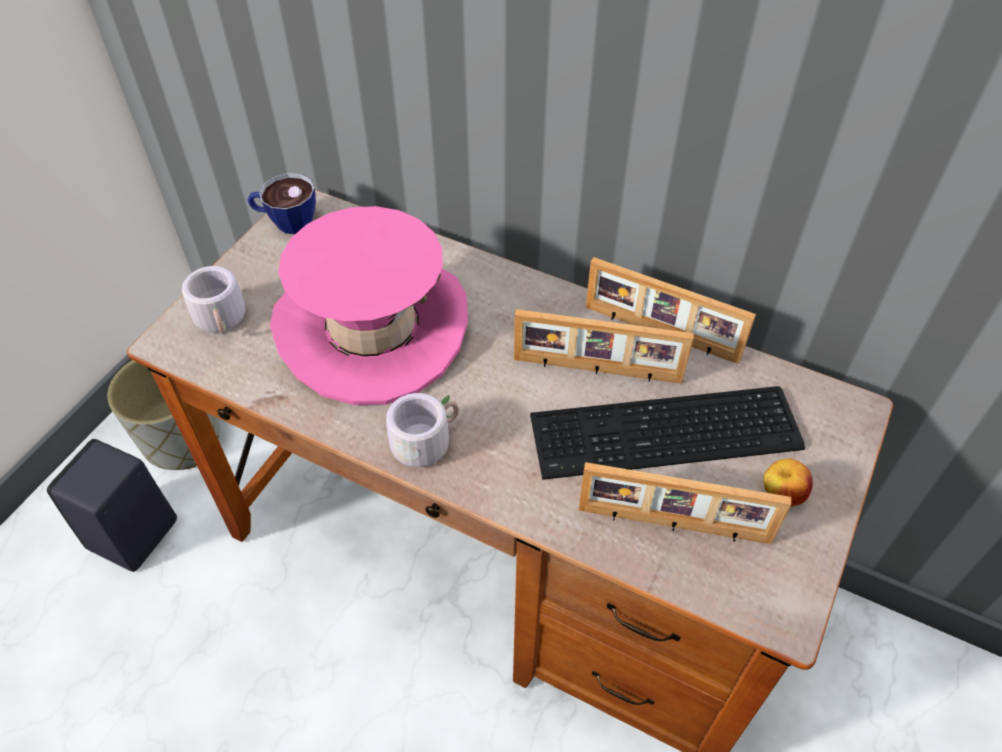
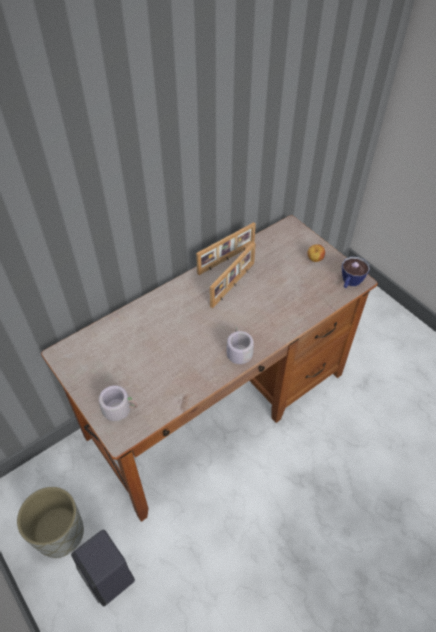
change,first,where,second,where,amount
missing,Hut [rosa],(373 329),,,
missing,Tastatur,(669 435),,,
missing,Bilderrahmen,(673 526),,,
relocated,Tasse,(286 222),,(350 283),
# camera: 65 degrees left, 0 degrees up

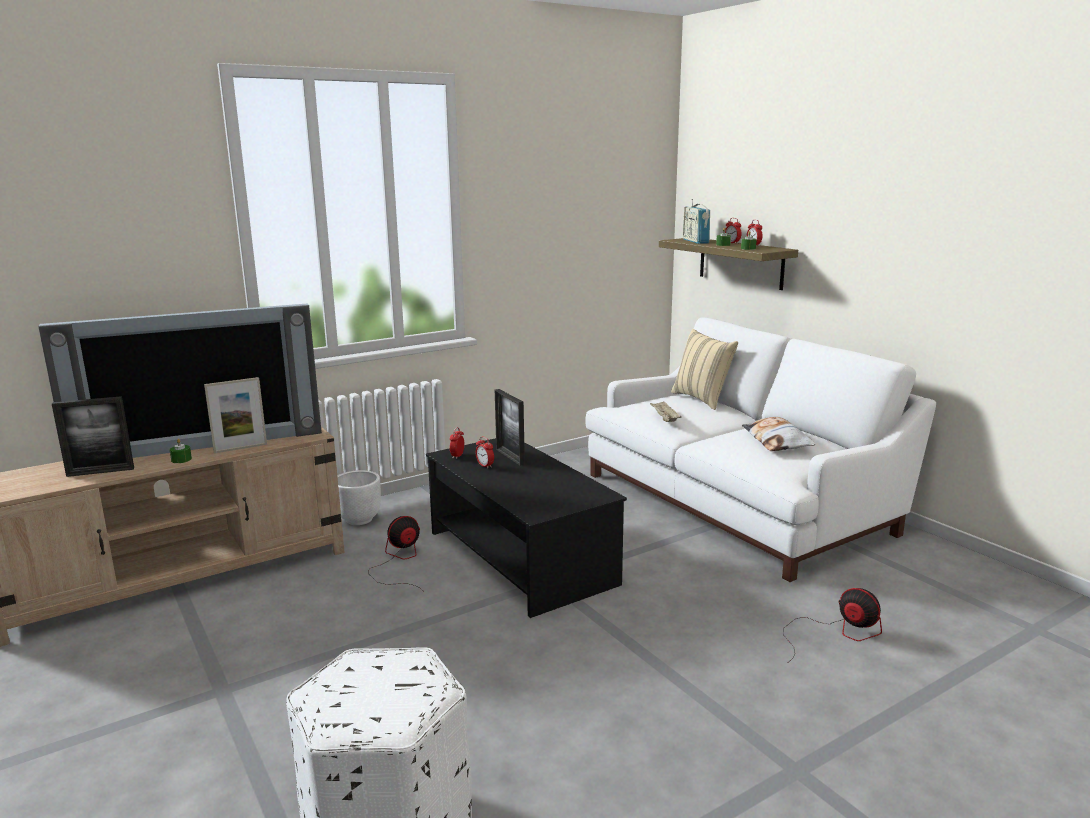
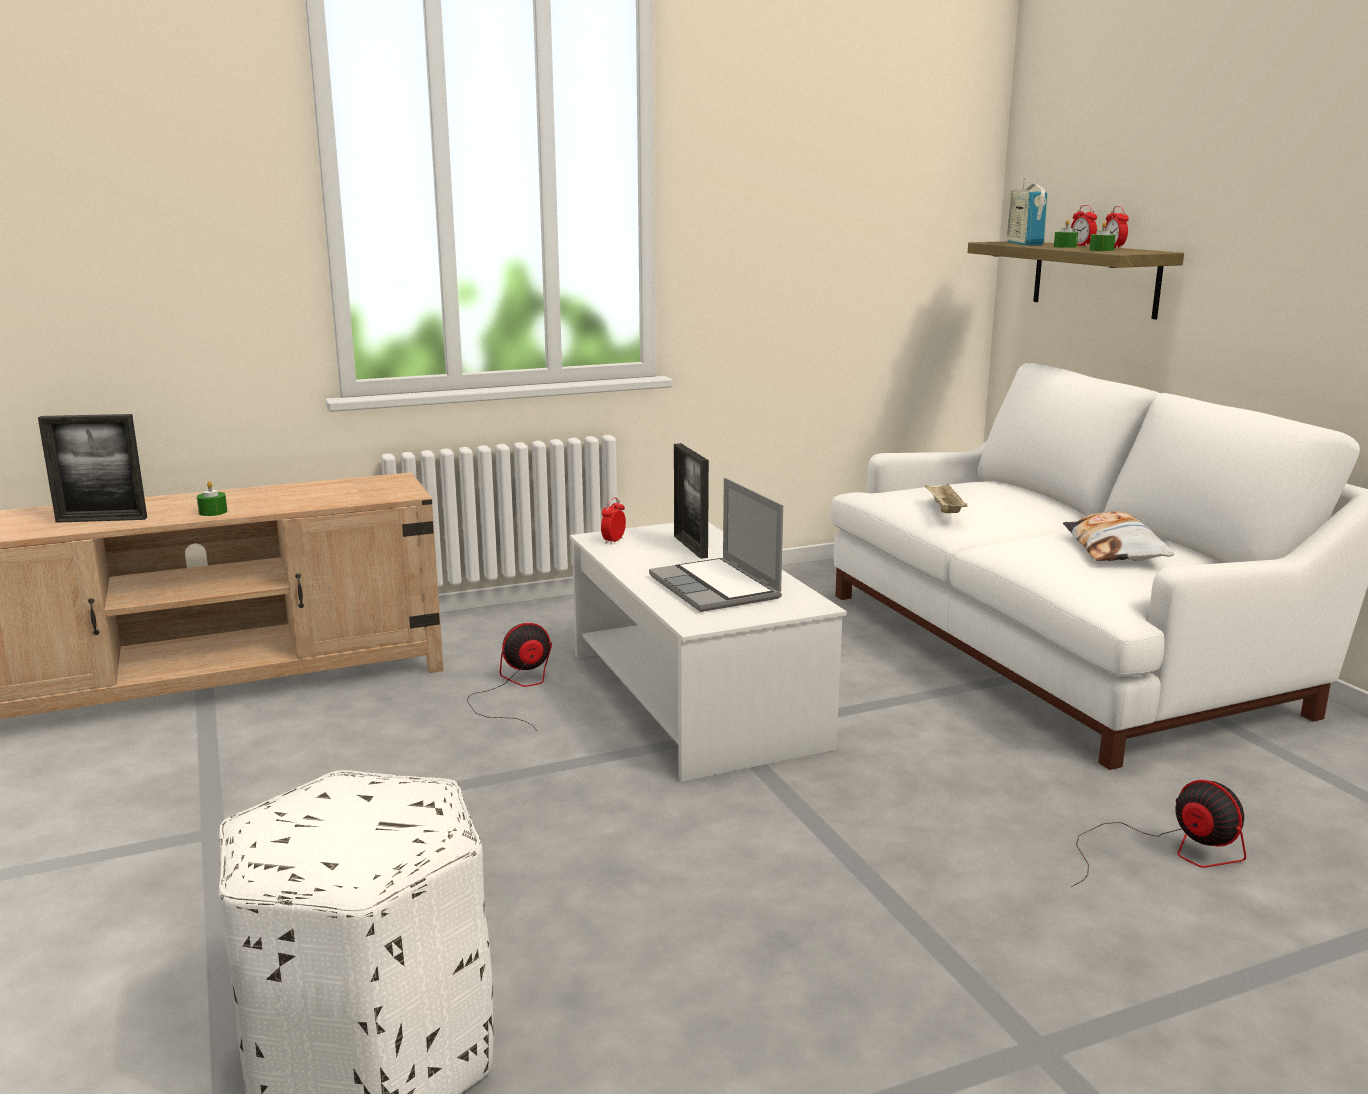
change,first,where,second,where,amount
missing,Fernseher,(200 444),,,
missing,Bilderrahmen,(240 448),,,
missing,Pflanzkübel [weiß],(359 520),,,
missing,Wecker,(485 466),,,
missing,Kissen [beige],(702 399),,,
appeared,,,Laptop,(716 588),
colour,Couchtisch [schwarz],(521 558),Couchtisch [weiß],(695 699),
# camera: 10 degrees right, 0 degrees up

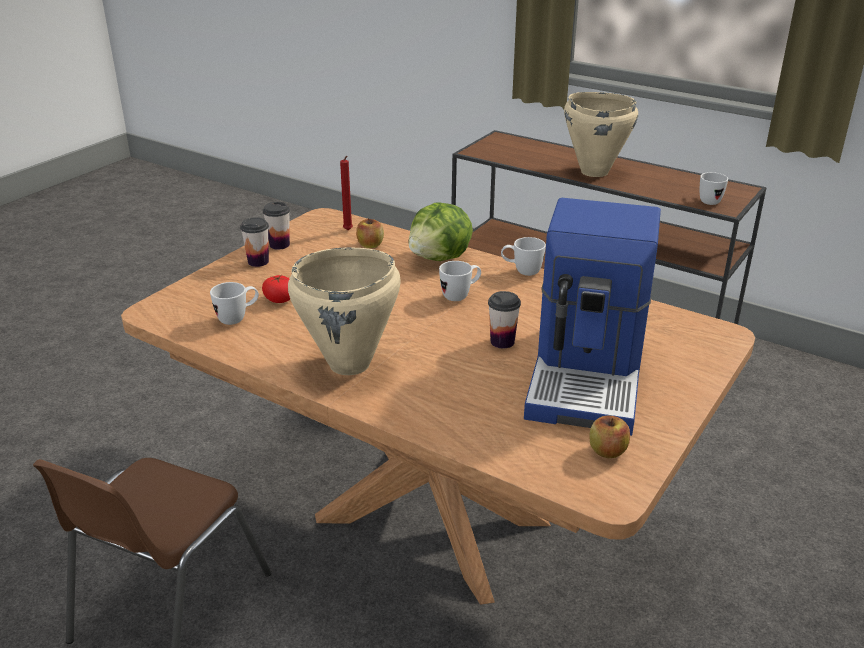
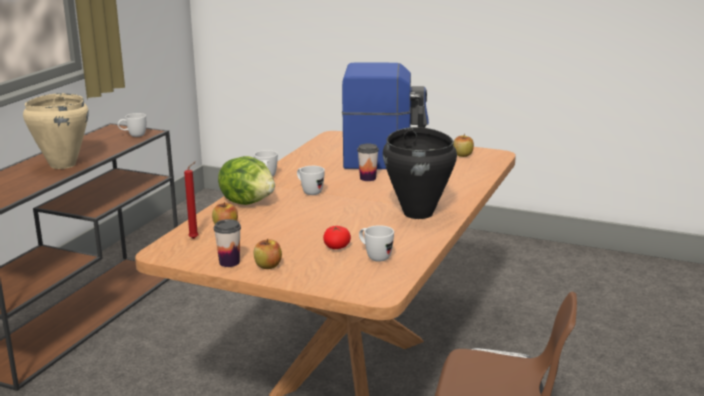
change,first,where,second,where,amount
exchanged,Tasse,(258 262),Apfel,(268 266),
colour,Kochtopf [beige],(350 364),Kochtopf [schwarz],(418 213),
# camera: 100 degrees left, 10 degrees down

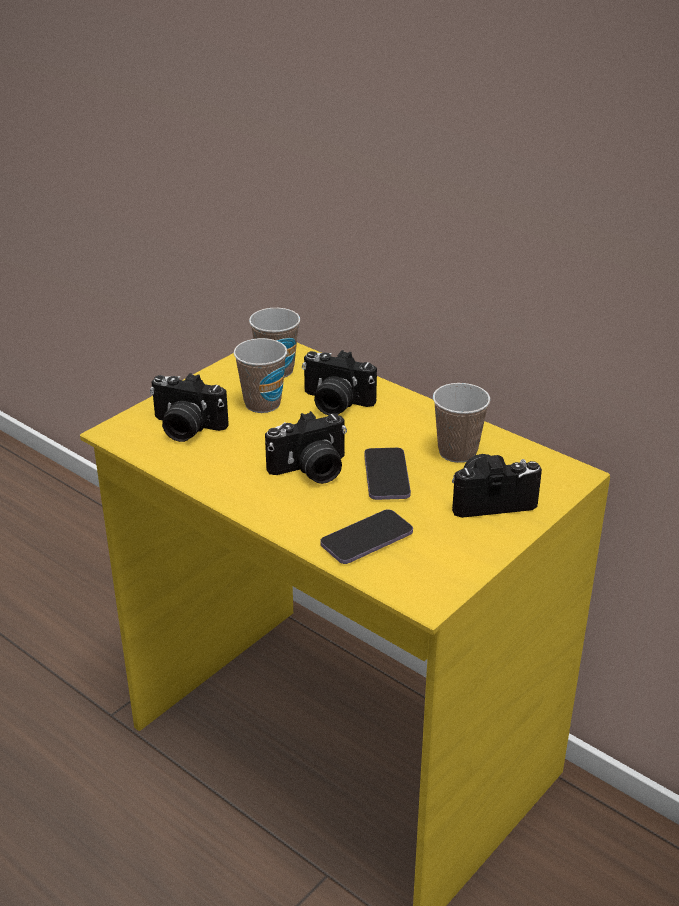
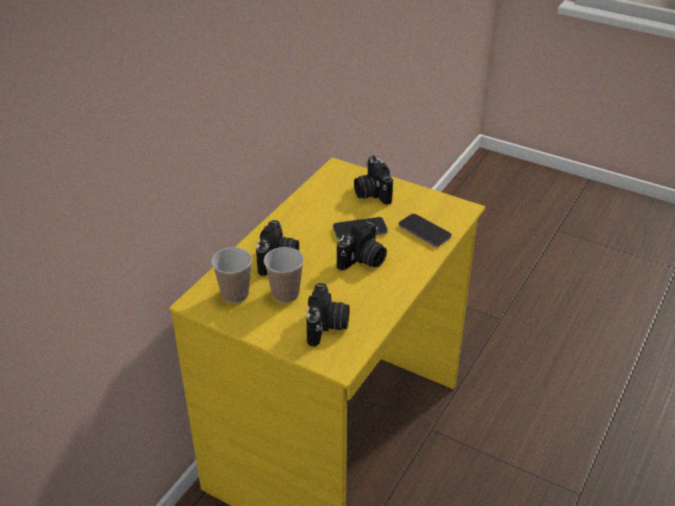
change,first,where,second,where,amount
missing,Tasse,(457 452),,,
spun,Kamera,(311 470),,(363 260),75 degrees clockwise
# camera: 100 degrees left, 5 degrees up

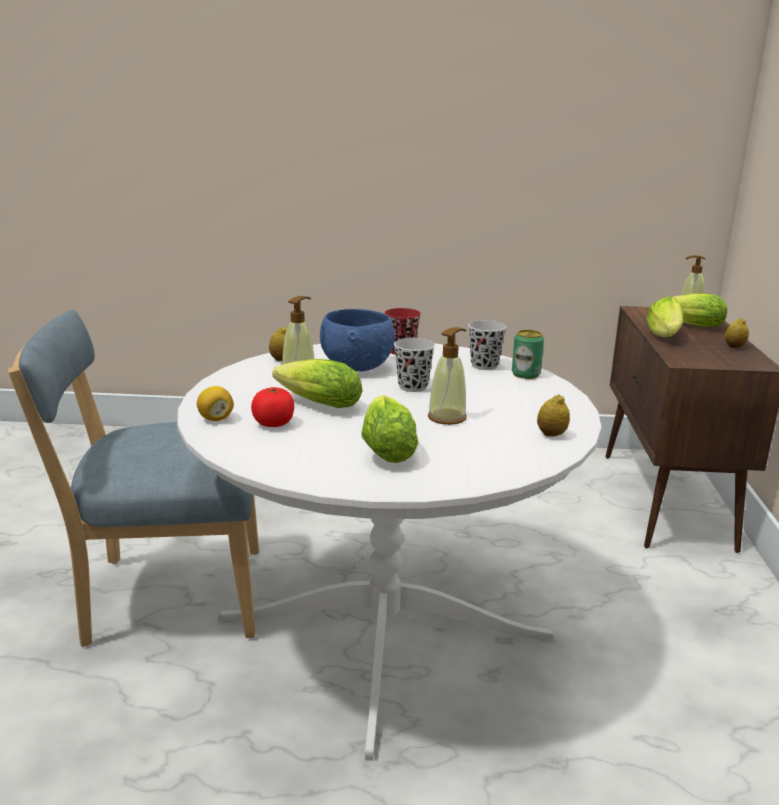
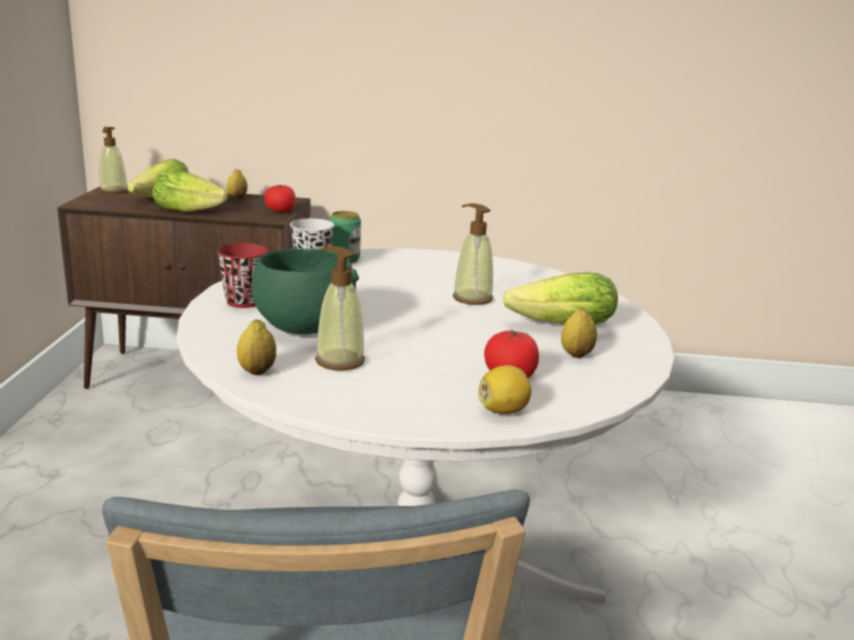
change,first,where,second,where,amount
missing,Salatkopf,(315 403),,,
missing,Tasse [schwarz],(413 387),,,
appeared,,,Tomate,(280 211),
relocated,Zitrone,(551 434),,(576 354),
colour,Schüssel [blau],(357 366),Schüssel [grün],(302 327),
# camera: 90 degrees left, 0 degrees up

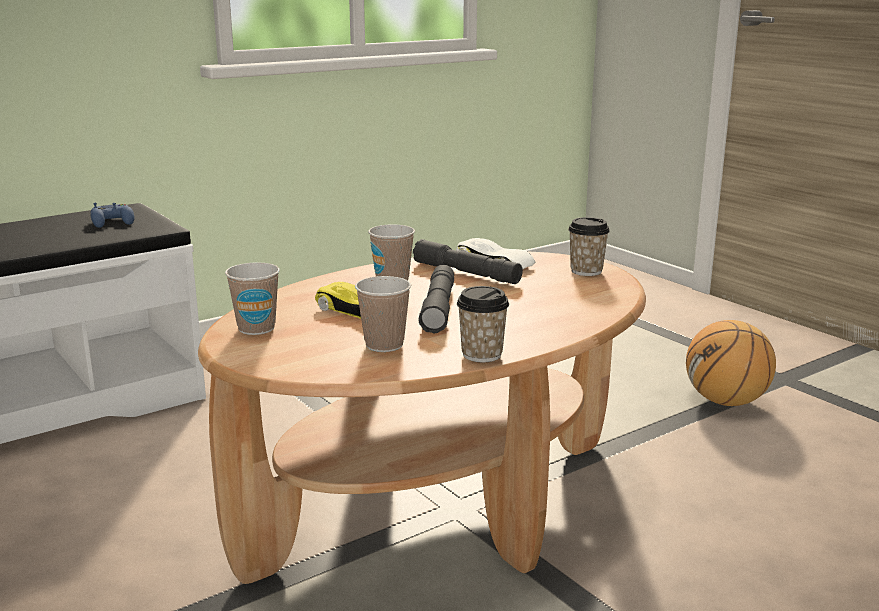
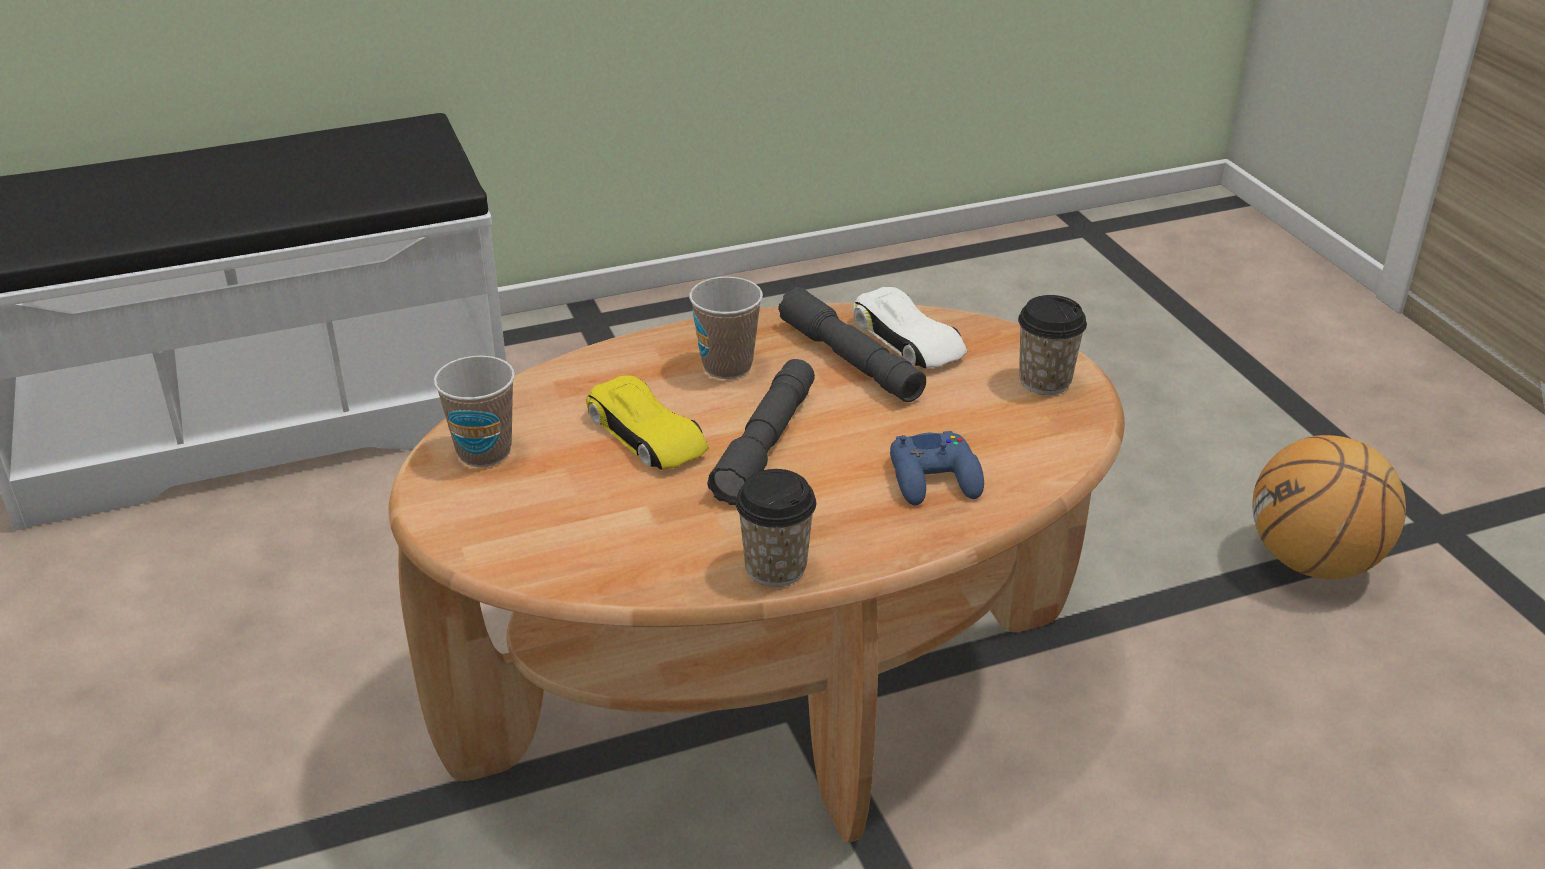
change,first,where,second,where,amount
missing,Tasse,(384 345),,,
relocated,Gamepad [blau],(113 222),,(935 478),
# camera: 15 degrees right, 15 degrees up

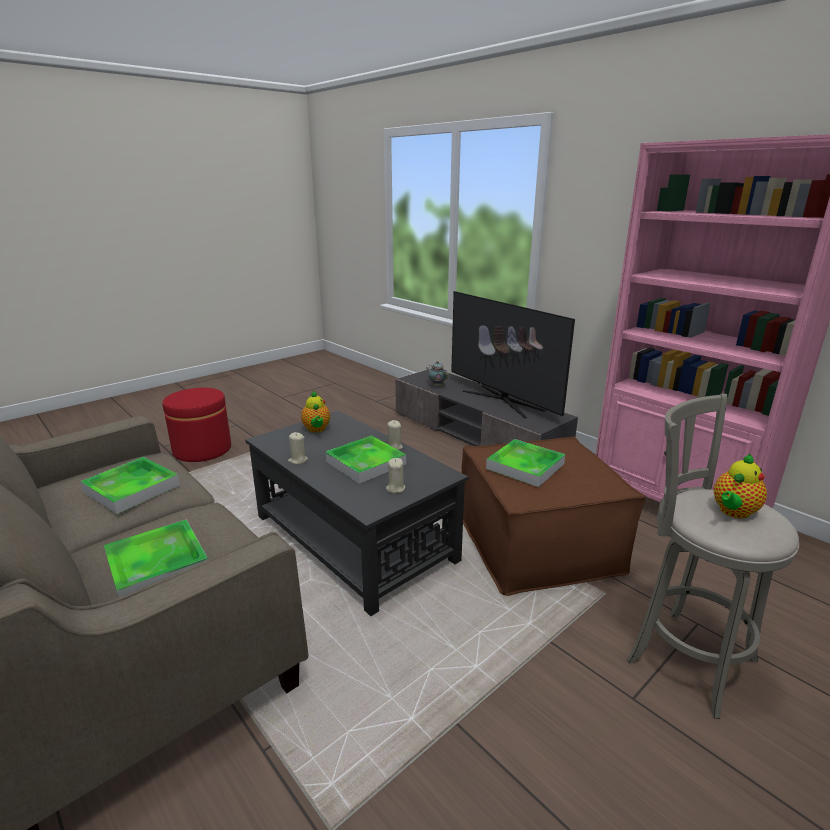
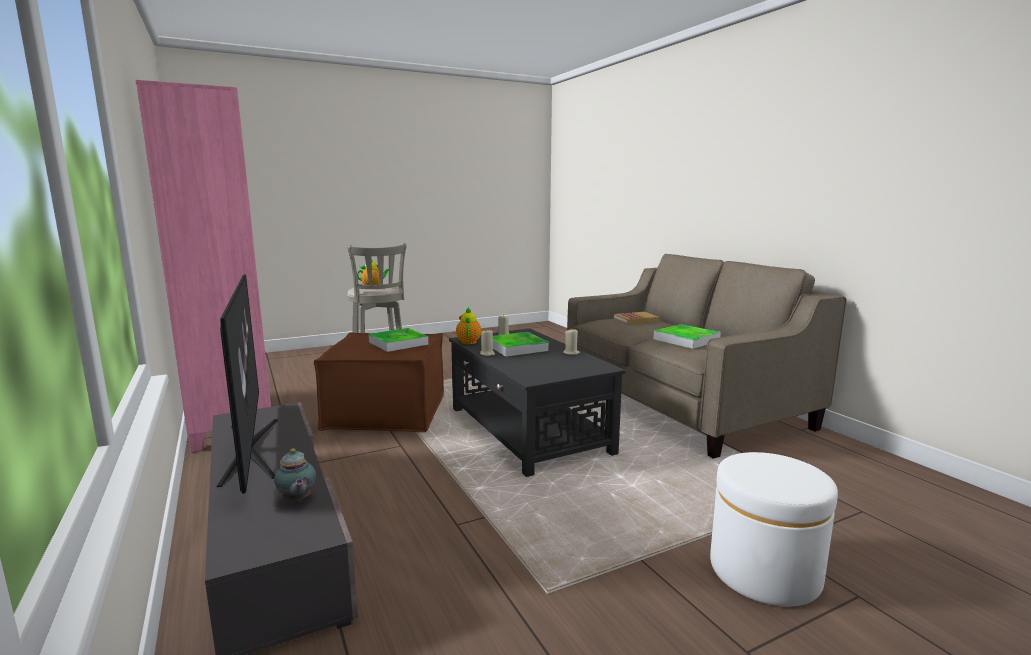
change,first,where,second,where,amount
relocated,Teekanne,(316 429),,(469 342),
exchanged,Tablett,(157 564),Buch,(636 320),
colour,Polsterhocker [rot],(202 449),Polsterhocker [weiß],(764 571),
# camera: 165 degrees left, 10 degrees down

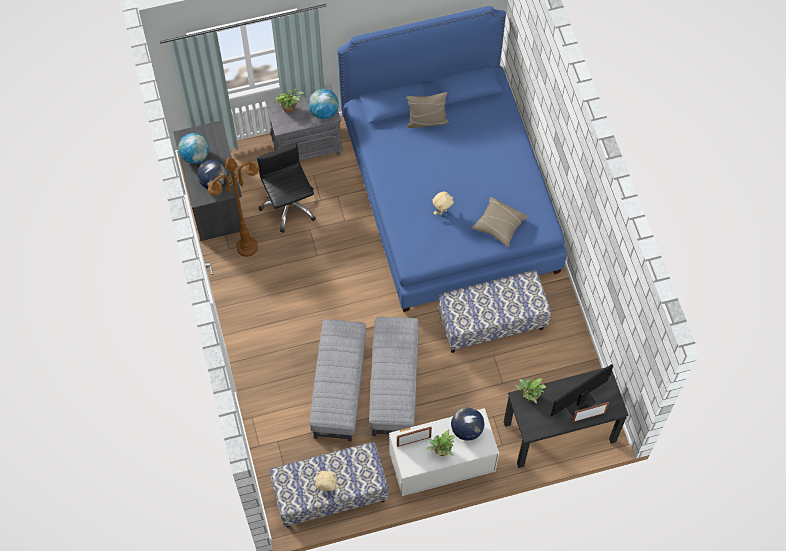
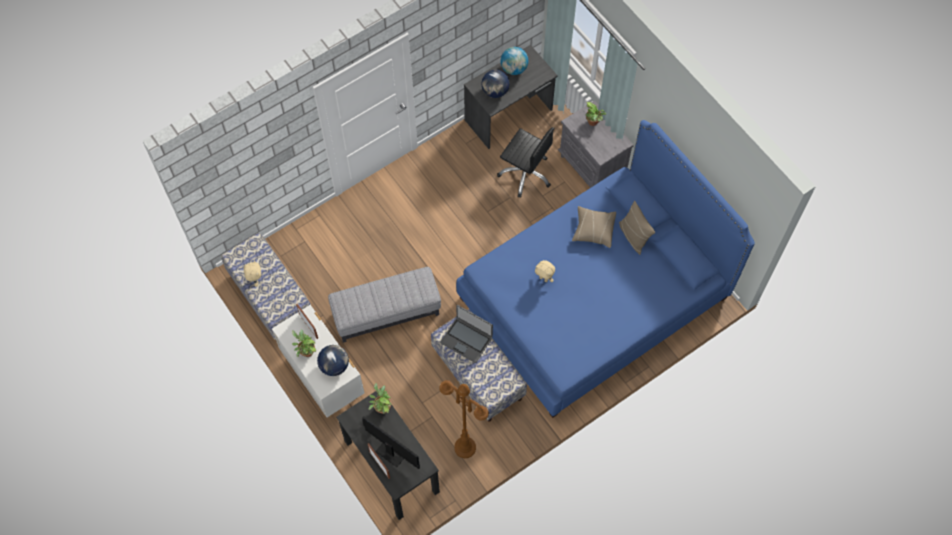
change,first,where,second,where,amount
missing,Globus,(324 111),,,
missing,Polsterhocker [grau],(339 389),,,
appeared,,,Laptop,(466 340),
relocated,Stehlampe [braun],(246 247),,(464 447),
relocated,Kissen [beige],(499 225),,(593 230),
spun,Bürostuhl [schwarz],(289 206),,(525 173),75 degrees clockwise
# camera: 70 degrees right, 0 degrees up

